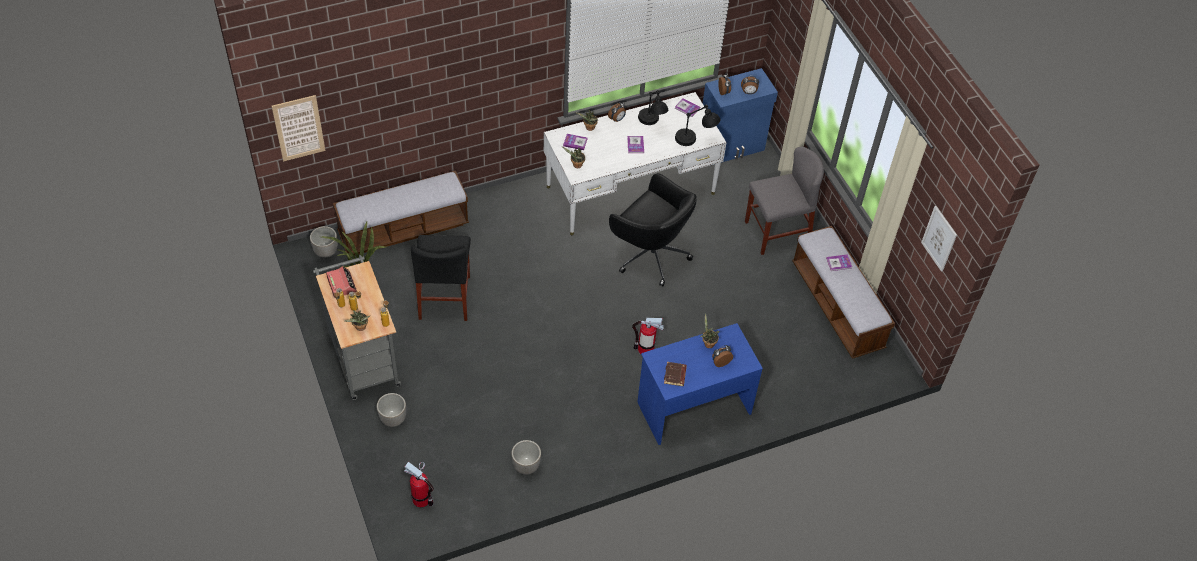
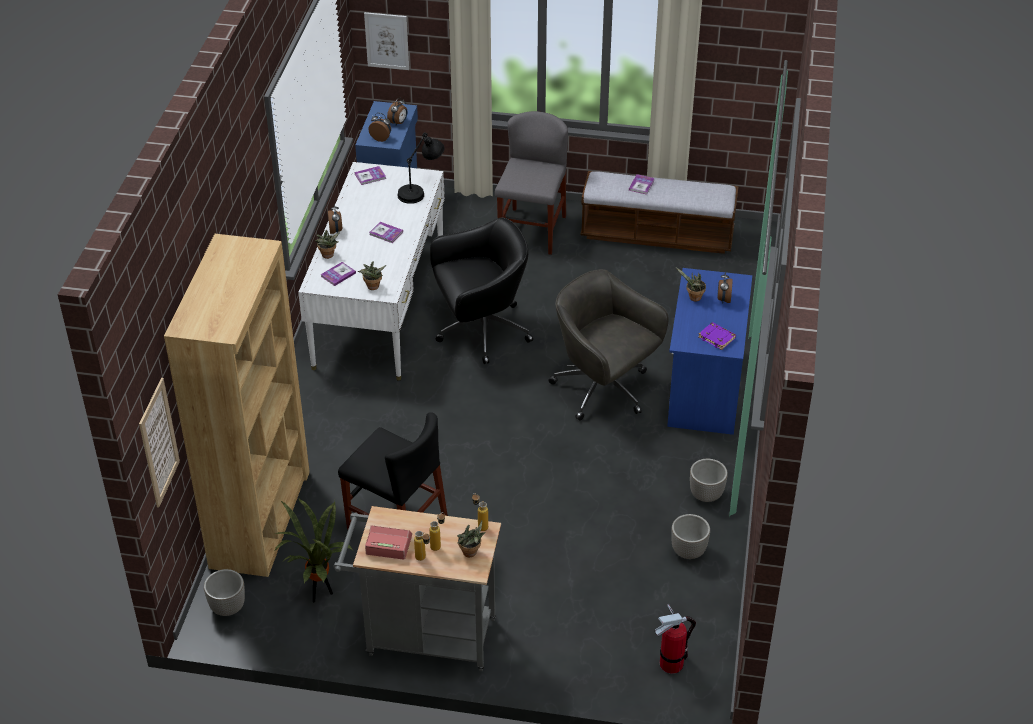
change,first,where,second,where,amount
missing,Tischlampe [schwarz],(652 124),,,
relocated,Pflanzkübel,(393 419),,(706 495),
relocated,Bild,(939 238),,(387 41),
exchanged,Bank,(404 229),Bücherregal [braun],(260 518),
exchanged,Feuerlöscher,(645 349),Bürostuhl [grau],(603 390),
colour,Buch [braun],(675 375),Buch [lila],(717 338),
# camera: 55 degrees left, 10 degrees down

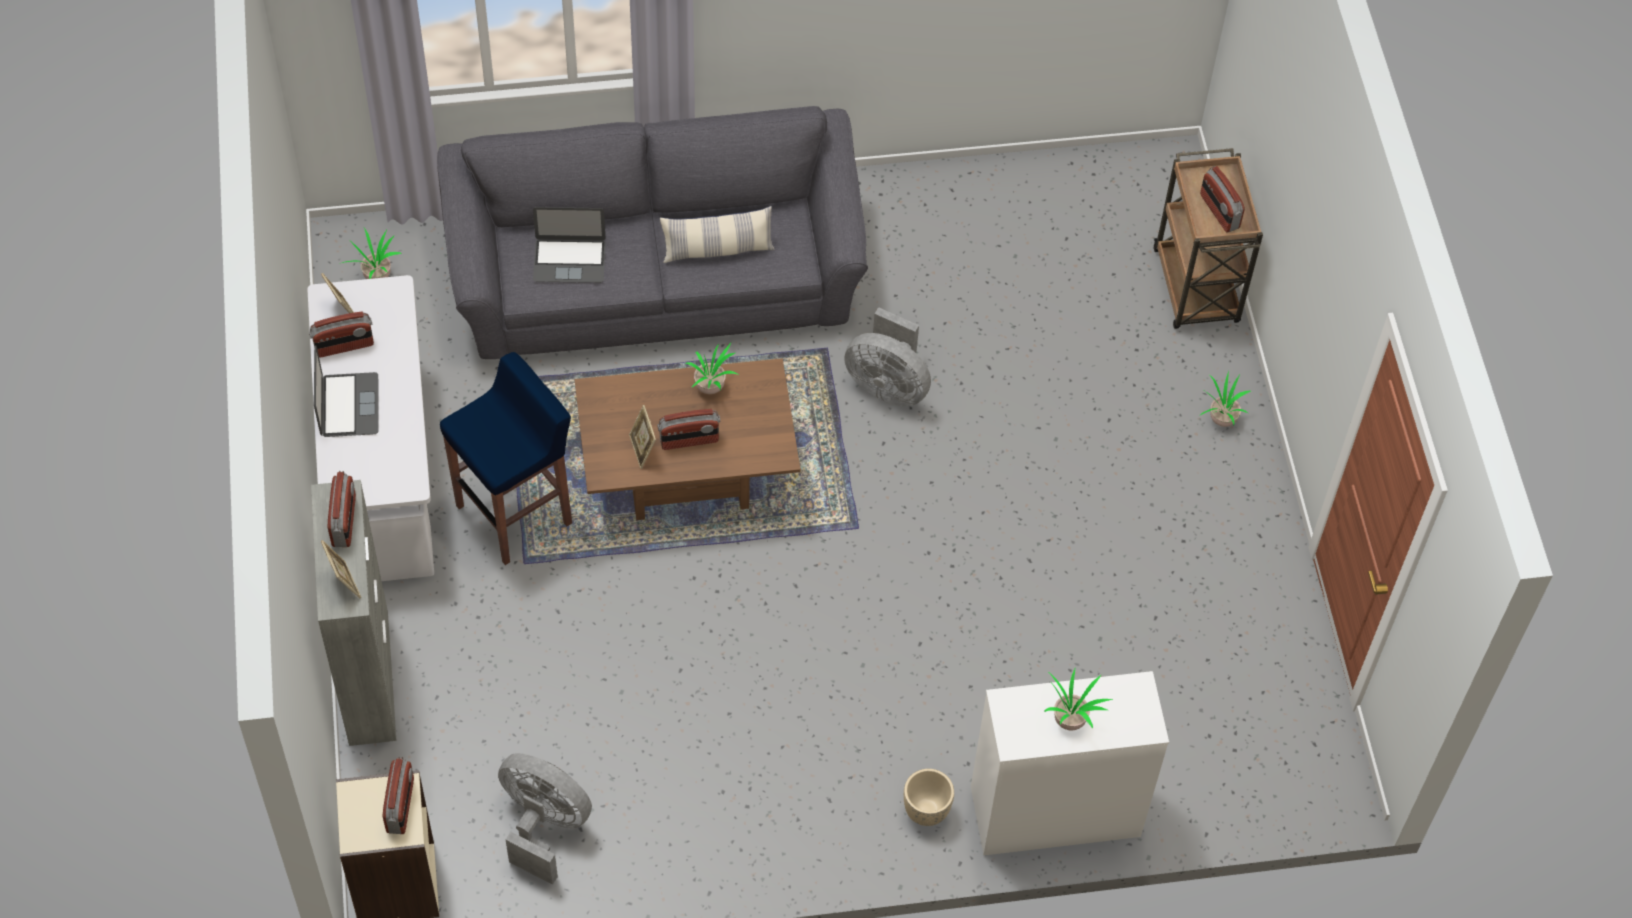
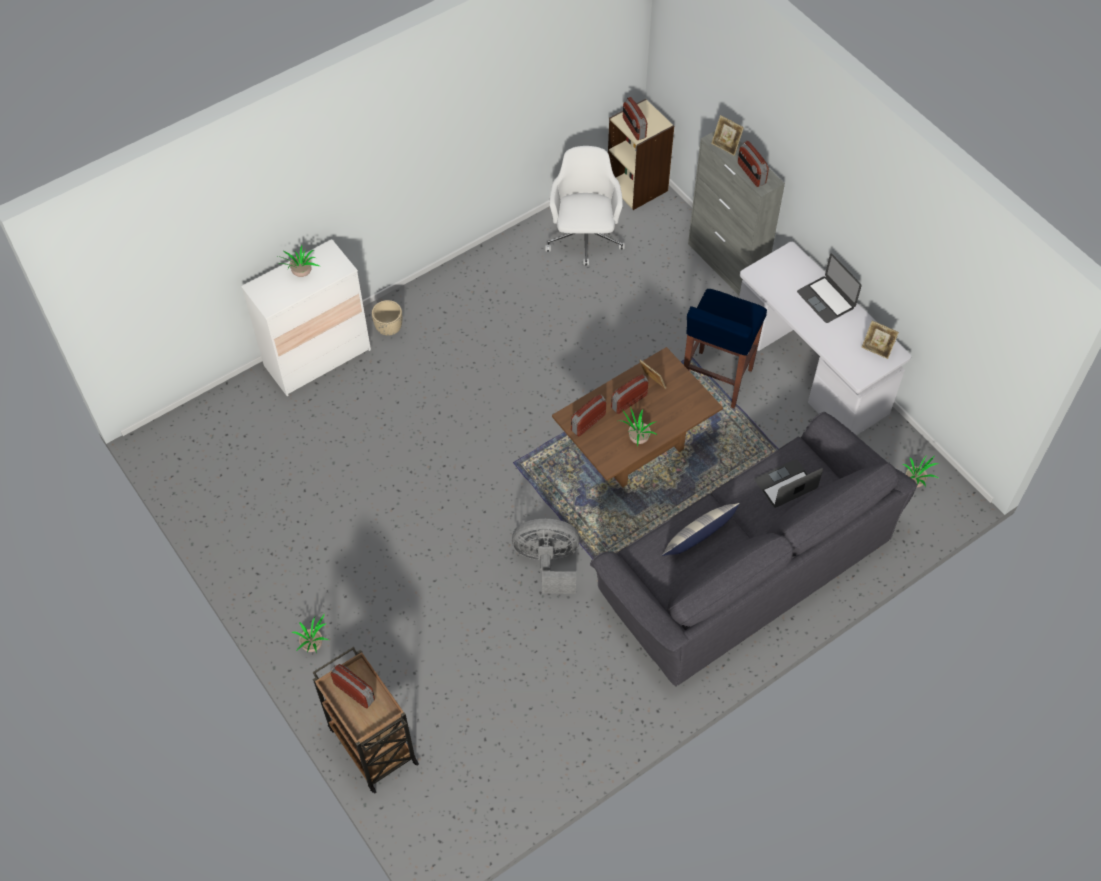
change,first,where,second,where,amount
relocated,Radio,(344 346),,(588 422),
exchanged,Ventilator [grau],(543 825),Bürostuhl [weiß],(584 239),
# camera: 155 degrees right, 0 degrees up

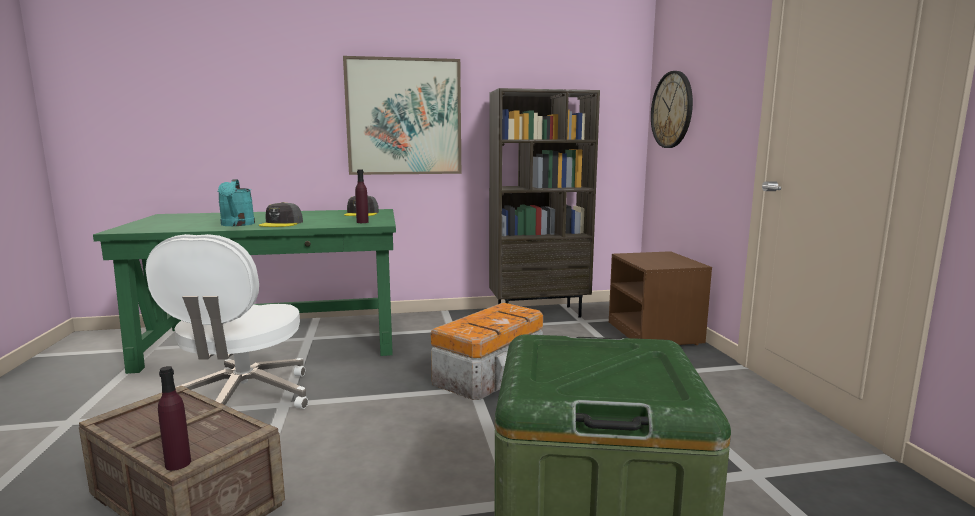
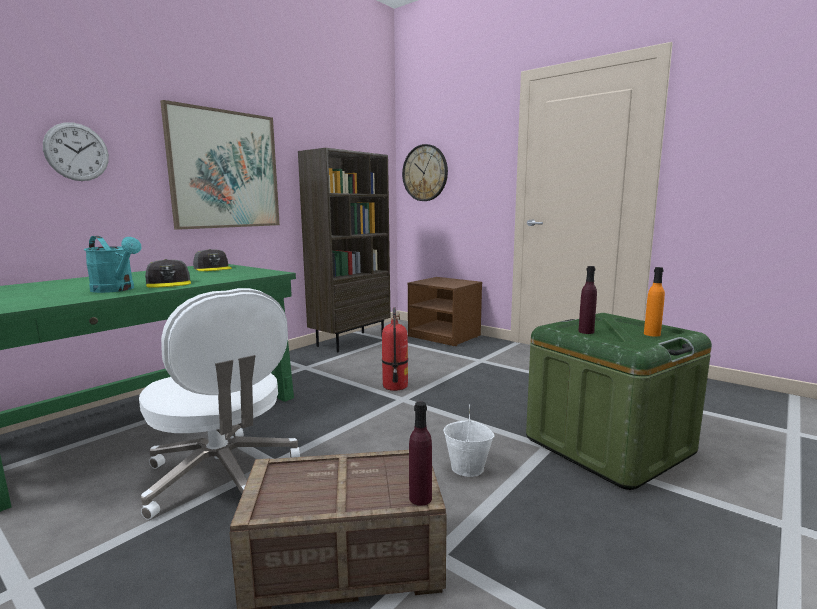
change,first,where,second,where,amount
appeared,,,Wanduhr,(77 152),
appeared,,,Eimer [weiß],(468 468),
appeared,,,Flasche [orange],(652 334),
relocated,Flasche [lila],(362 222),,(586 332),
exchanged,Aufbewahrungsbox,(492 373),Feuerlöscher,(395 386),
# camera: 40 degrees left, 0 degrees up

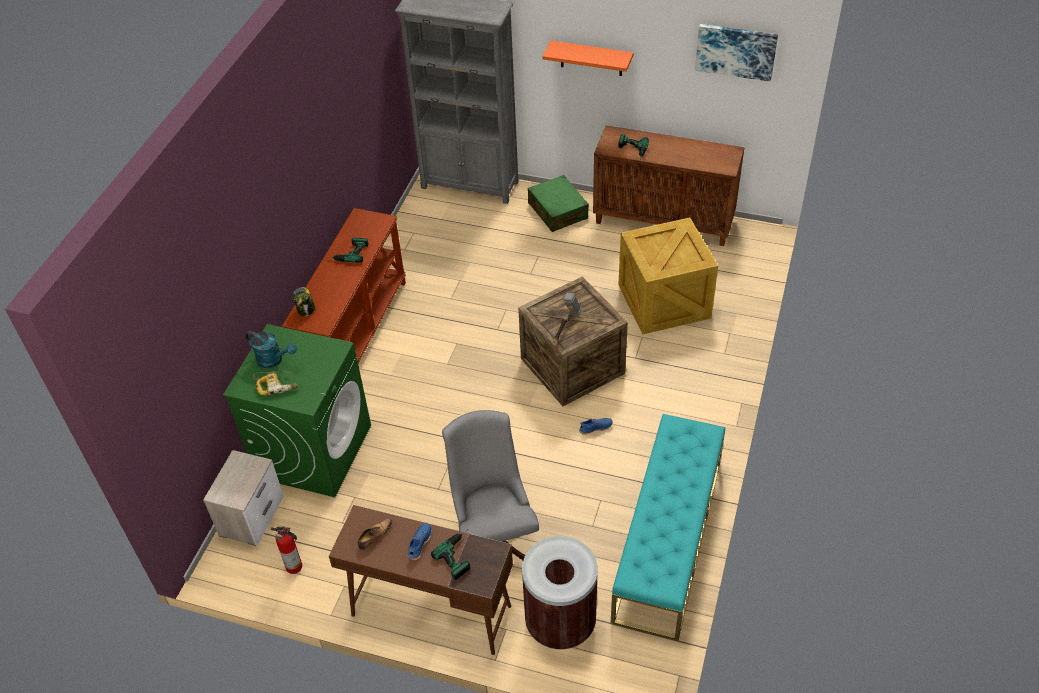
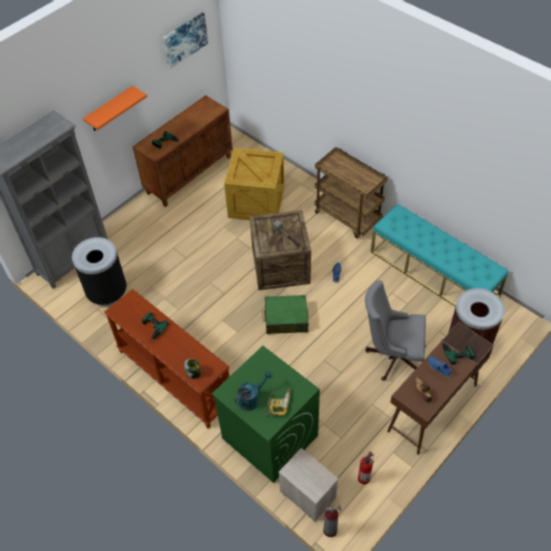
change,first,where,second,where,amount
appeared,,,Mülleimer [schwarz],(107 292),
appeared,,,Rollwagen [braun],(348 217),
appeared,,,Feuerlöscher,(330 530),
relocated,Koffer [grün],(557 211),,(286 319),
# camera: 65 degrees left, 5 degrees up

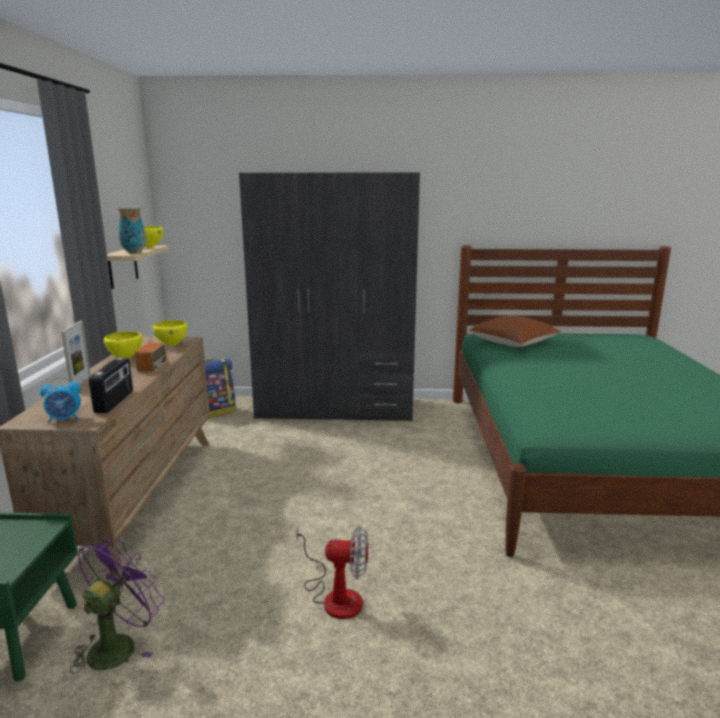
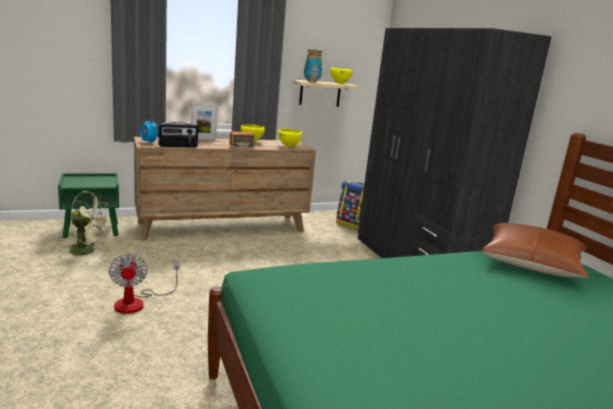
change,first,where,second,where,amount
colour,Ventilator [lila],(119 644),Ventilator [grün],(88 251),
# camera: 65 degrees right, 0 degrees up

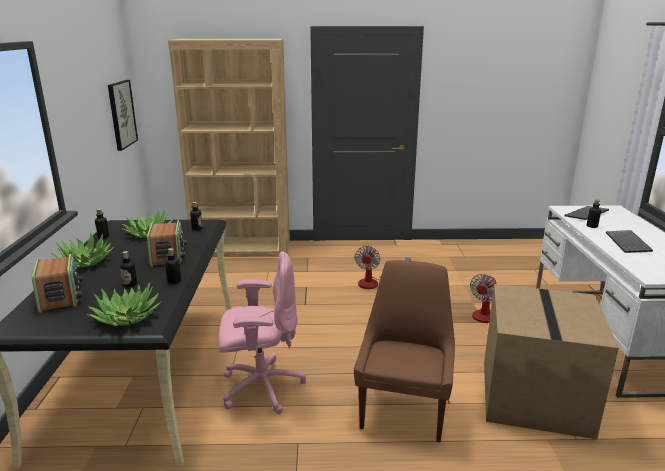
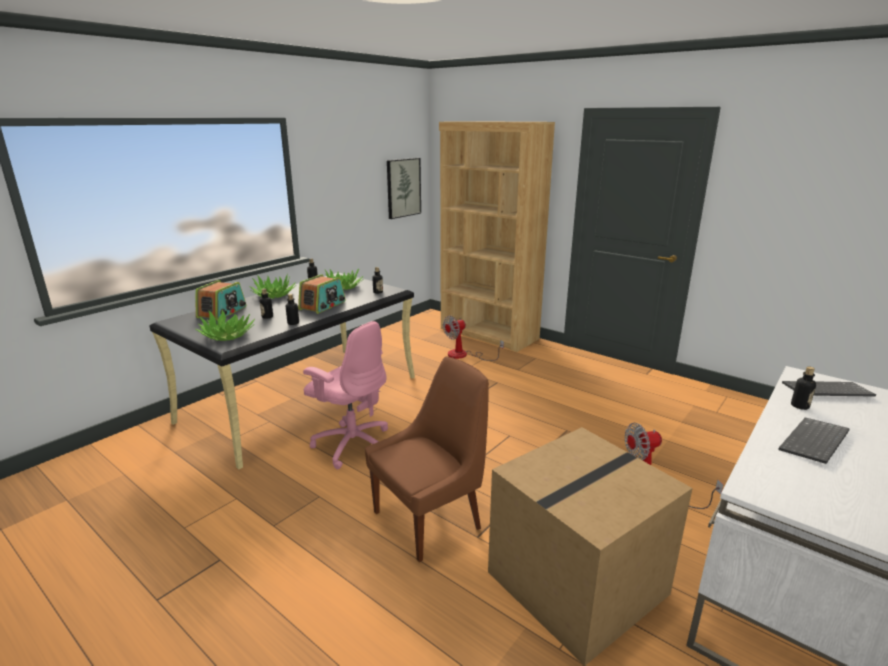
change,first,where,second,where,amount
relocated,Ventilator,(375 283),,(464 355),
# camera: 40 degrees right, 0 degrees up

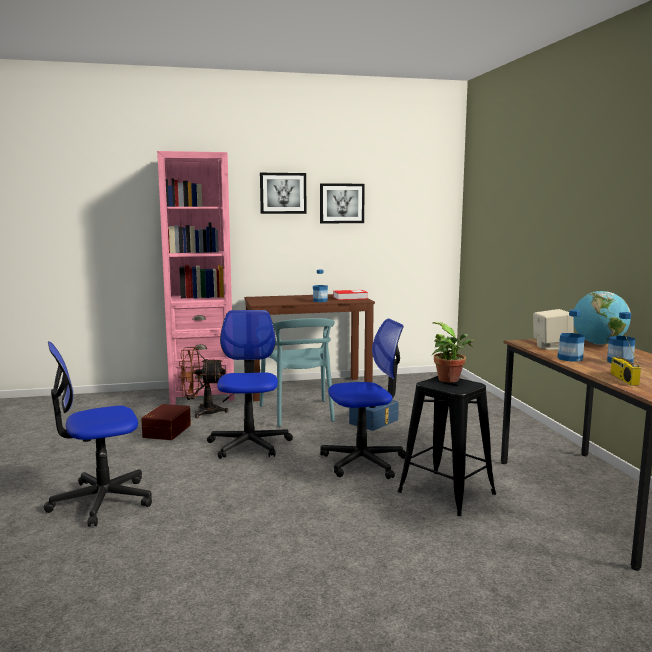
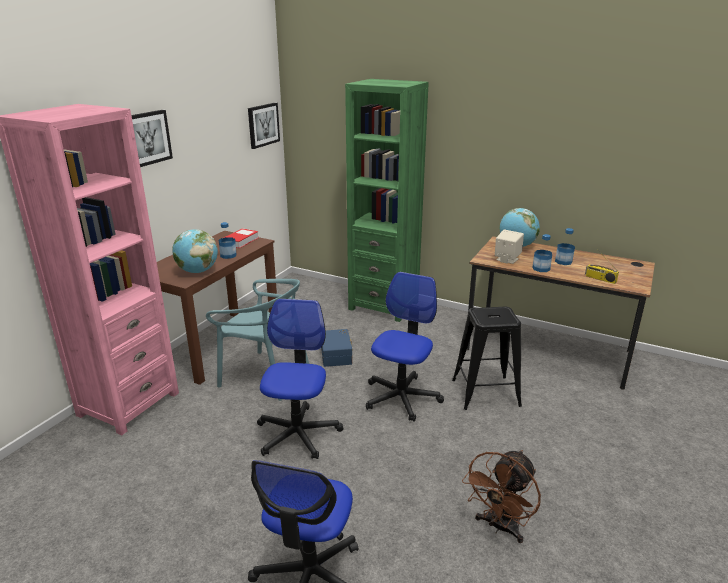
change,first,where,second,where,amount
missing,Aufbewahrungsbox [braun],(166 431),,,
missing,Topfpflanze,(451 380),,,
appeared,,,Globus,(197 271),
appeared,,,Bücherregal [grün],(383 305),
relocated,Ventilator [braun],(201 412),,(500 527),
relocated,Bild,(341 203),,(263 125),
spun,Bürostuhl,(249 445),,(297 434),60 degrees clockwise
# camera: 50 degrees left, 15 degrees up

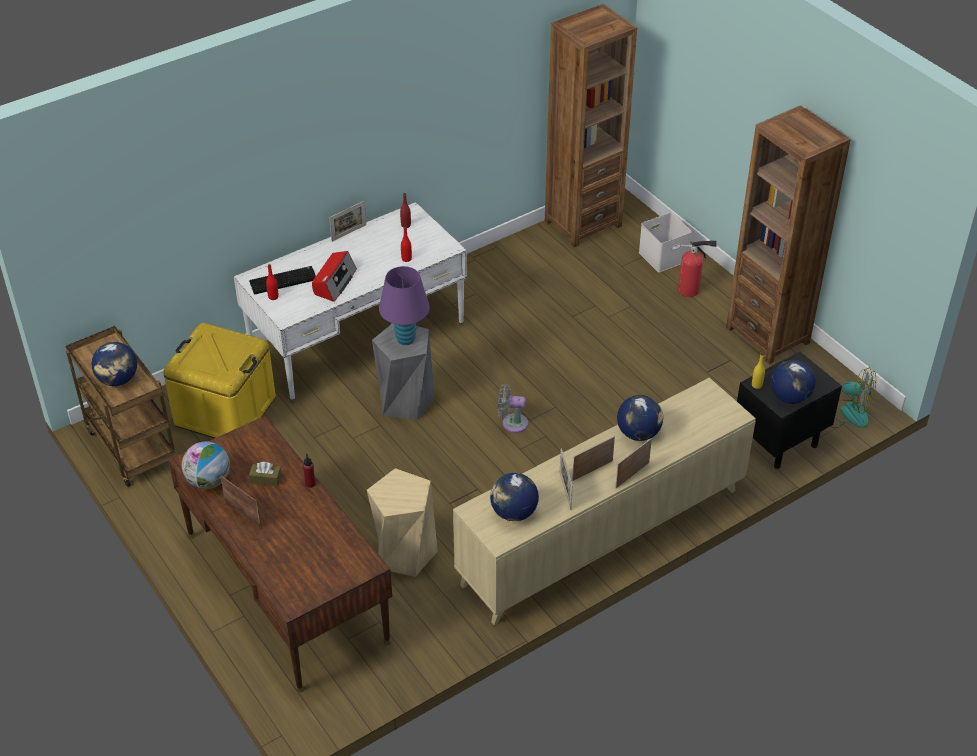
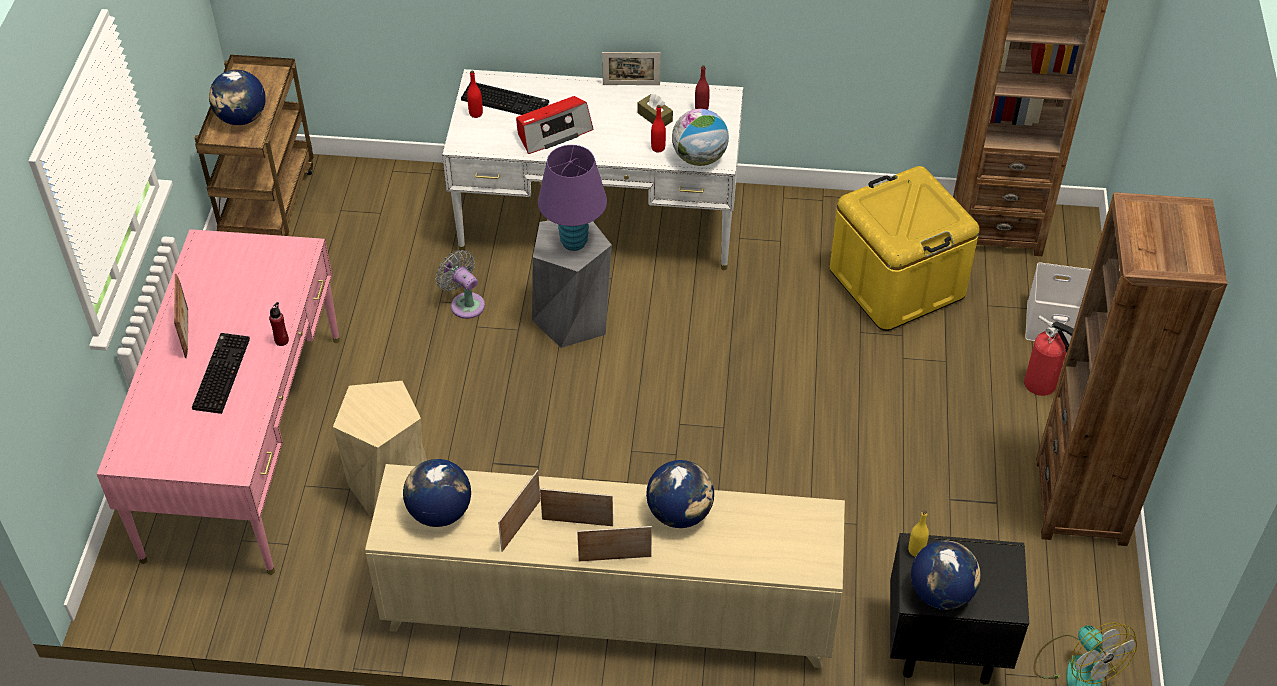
change,first,where,second,where,amount
appeared,,,Tastatur,(220 373),
relocated,Aufbewahrungsbox [gelb],(225 410),,(896 283),
relocated,Globus,(209 481),,(699 158),
relocated,Taschentuchbox [braun],(266 479),,(655 117),
relocated,Ventilator [grau],(512 423),,(465 303),
colour,Schreibtisch [braun],(286 588),Schreibtisch [rosa],(244 445),
# camera: 40 degrees right, 5 degrees up

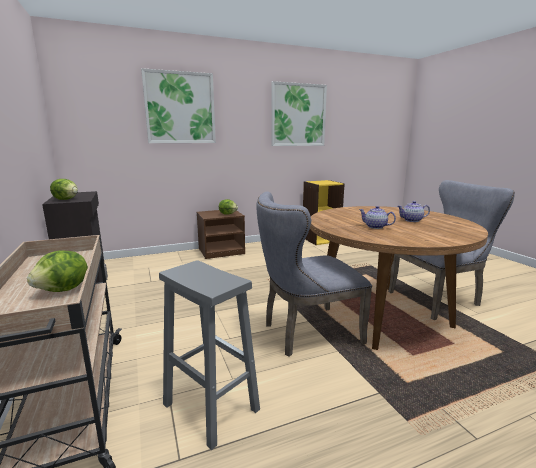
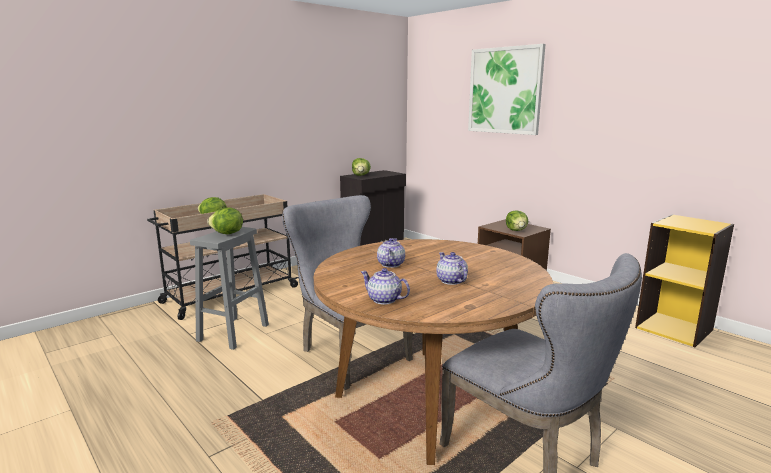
change,first,where,second,where,amount
missing,Bild,(298 115),,,
appeared,,,Salatkopf,(227 234),
appeared,,,Teekanne,(384 300),
# camera: 70 degrees right, 0 degrees up

